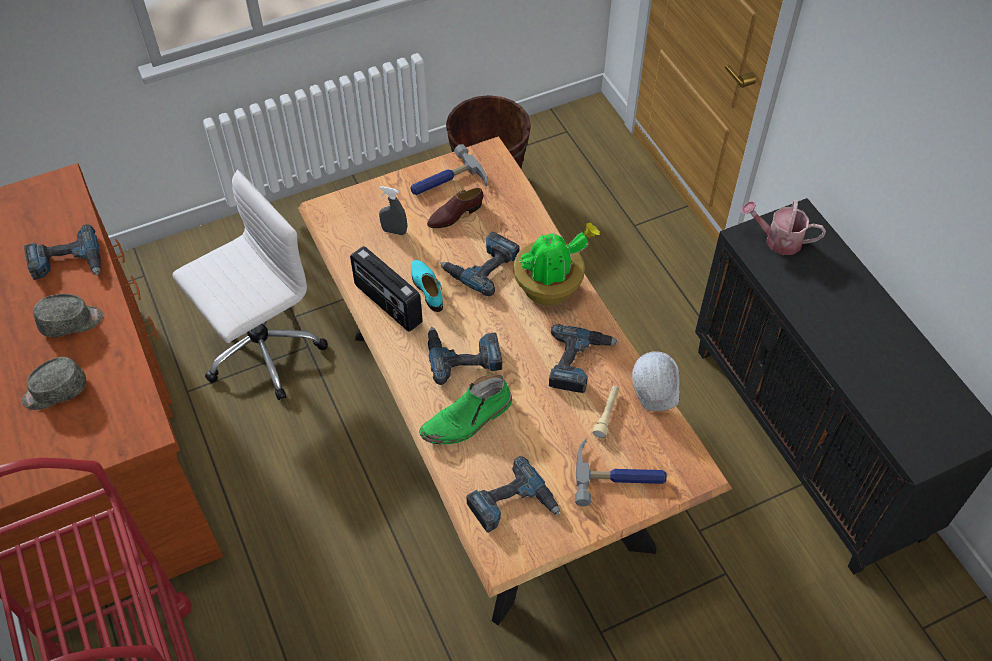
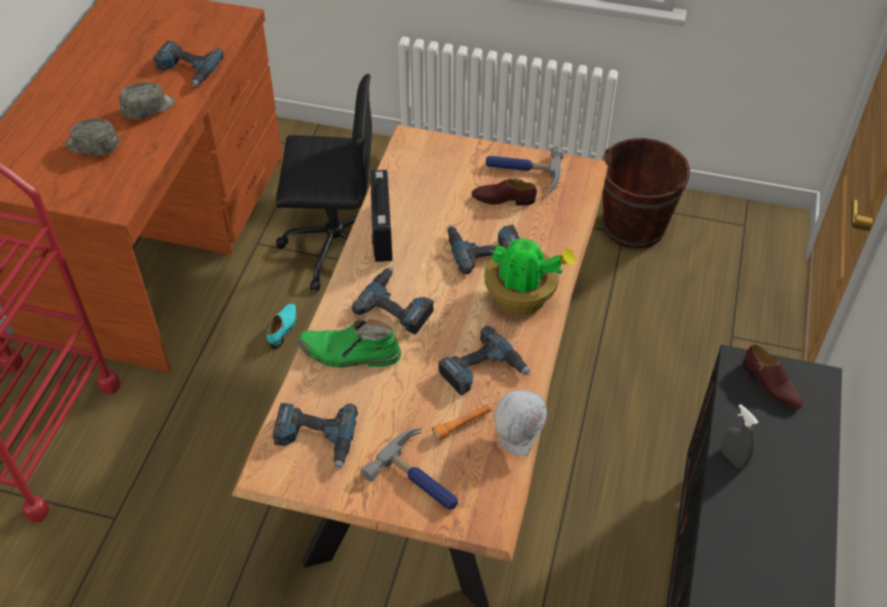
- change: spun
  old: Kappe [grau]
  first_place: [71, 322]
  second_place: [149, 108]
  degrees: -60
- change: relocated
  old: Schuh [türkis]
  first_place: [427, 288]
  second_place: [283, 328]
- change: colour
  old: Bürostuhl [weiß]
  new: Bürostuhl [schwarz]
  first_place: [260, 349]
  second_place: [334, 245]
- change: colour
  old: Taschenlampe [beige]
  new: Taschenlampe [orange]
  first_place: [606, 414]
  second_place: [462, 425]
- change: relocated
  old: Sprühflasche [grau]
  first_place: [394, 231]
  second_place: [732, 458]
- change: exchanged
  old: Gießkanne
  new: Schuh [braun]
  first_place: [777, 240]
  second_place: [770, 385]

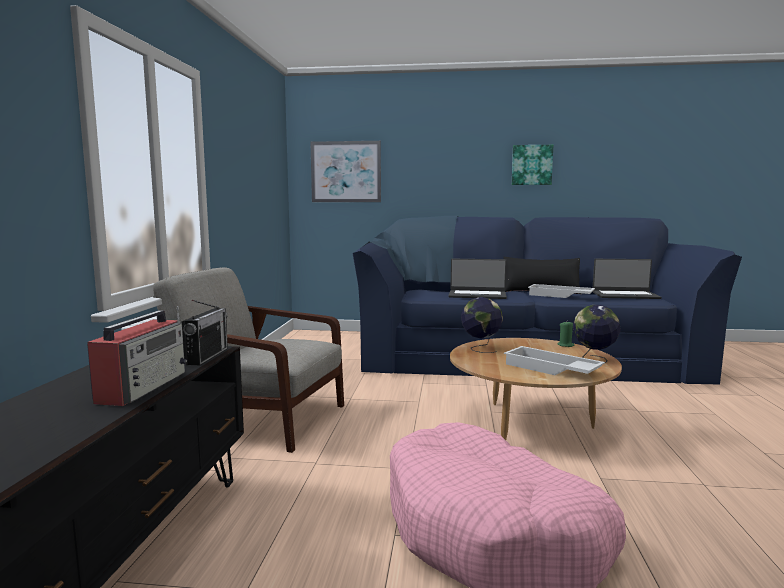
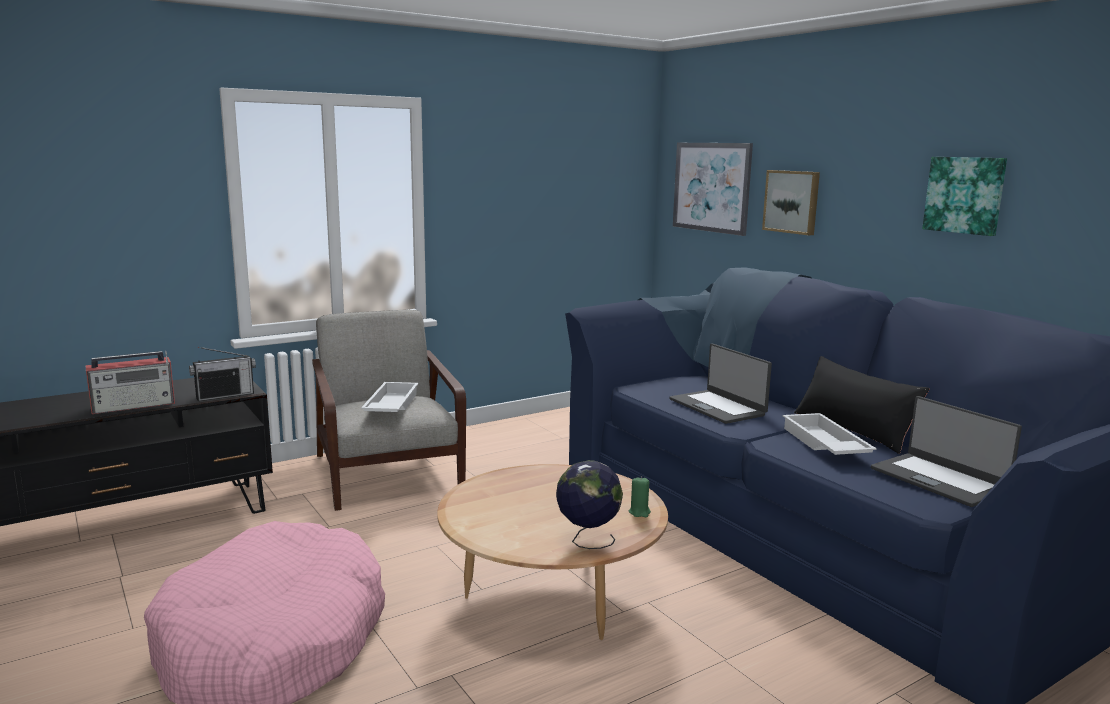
- change: relocated
  old: Tablett [weiß]
  first_place: [550, 369]
  second_place: [390, 405]
- change: appeared
  new: Bild
  second_place: [792, 201]
- change: missing
  old: Globus
  first_place: [480, 348]

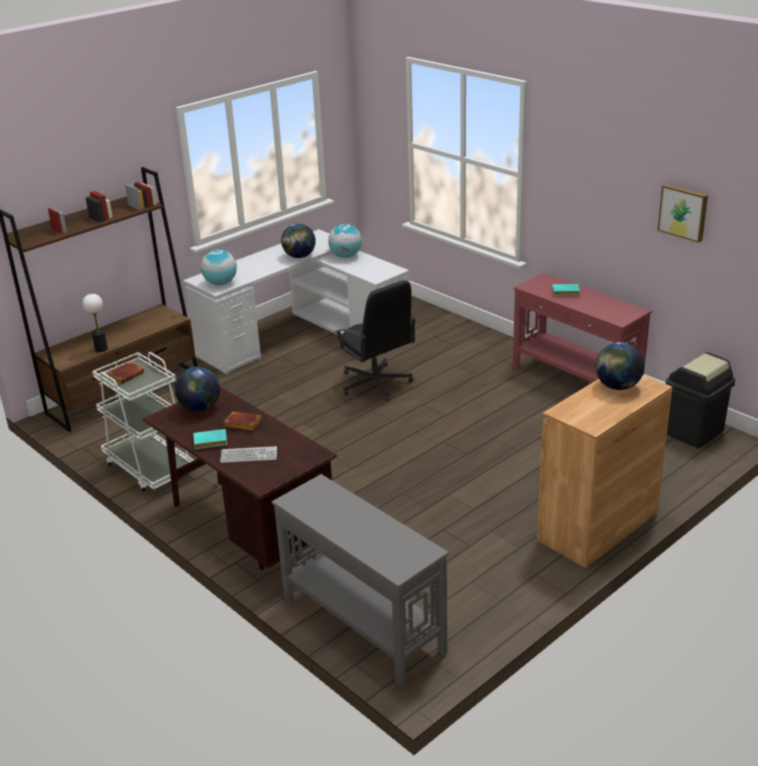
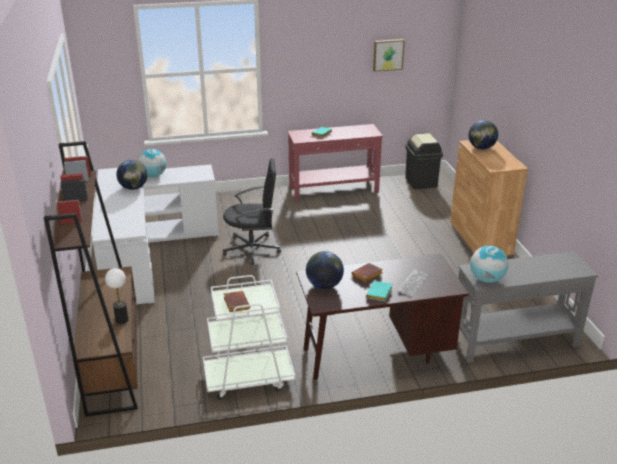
- change: relocated
  old: Globus
  first_place: [221, 283]
  second_place: [486, 279]

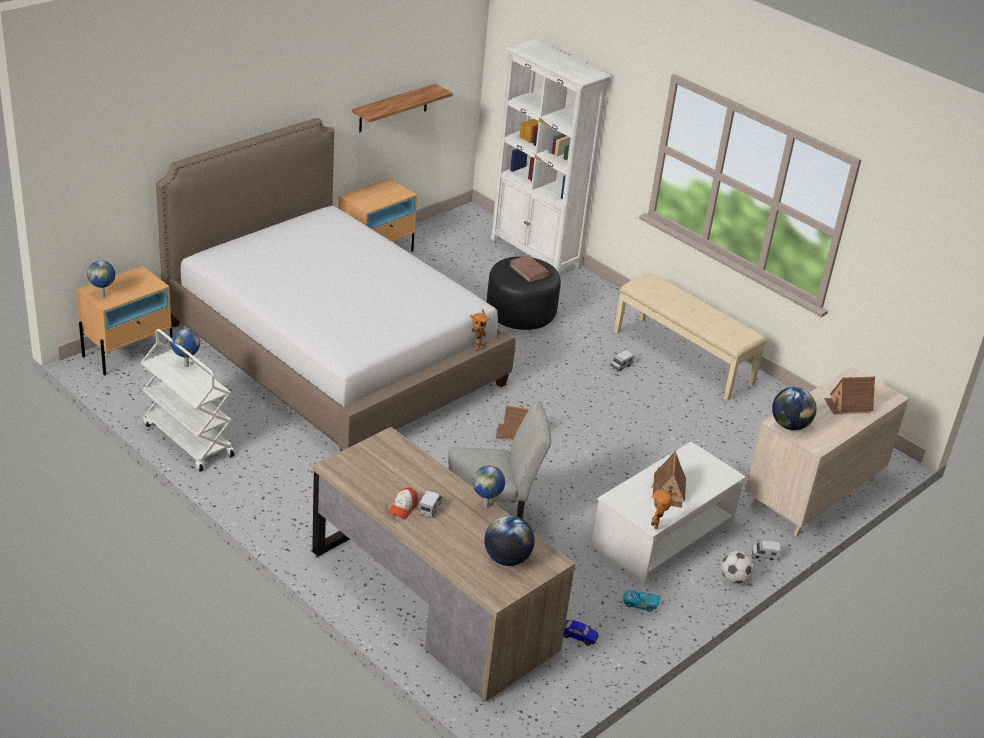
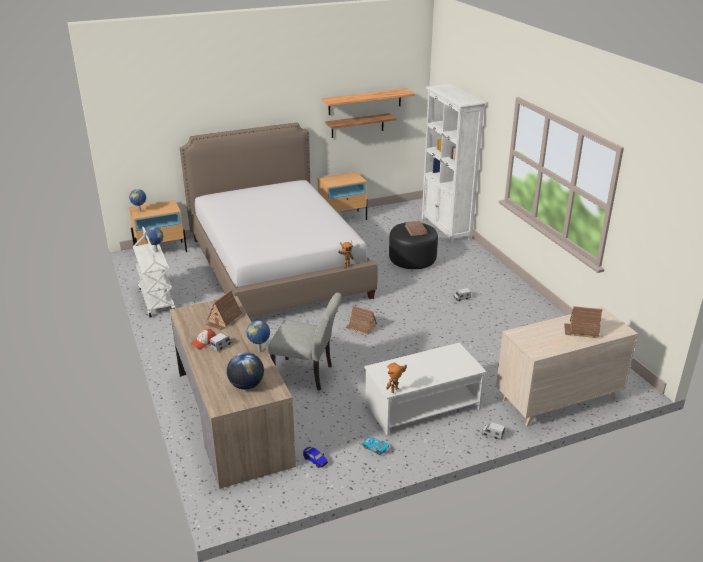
- change: relocated
  old: Spielzeughaus
  first_place: [668, 491]
  second_place: [223, 320]
- change: appeared
  new: Wandregal
  second_place: [365, 101]
- change: missing
  old: Bank [beige]
  first_place: [683, 357]
- change: missing
  old: Fußball
  first_place: [734, 579]
- change: missing
  old: Globus
  first_place: [789, 425]

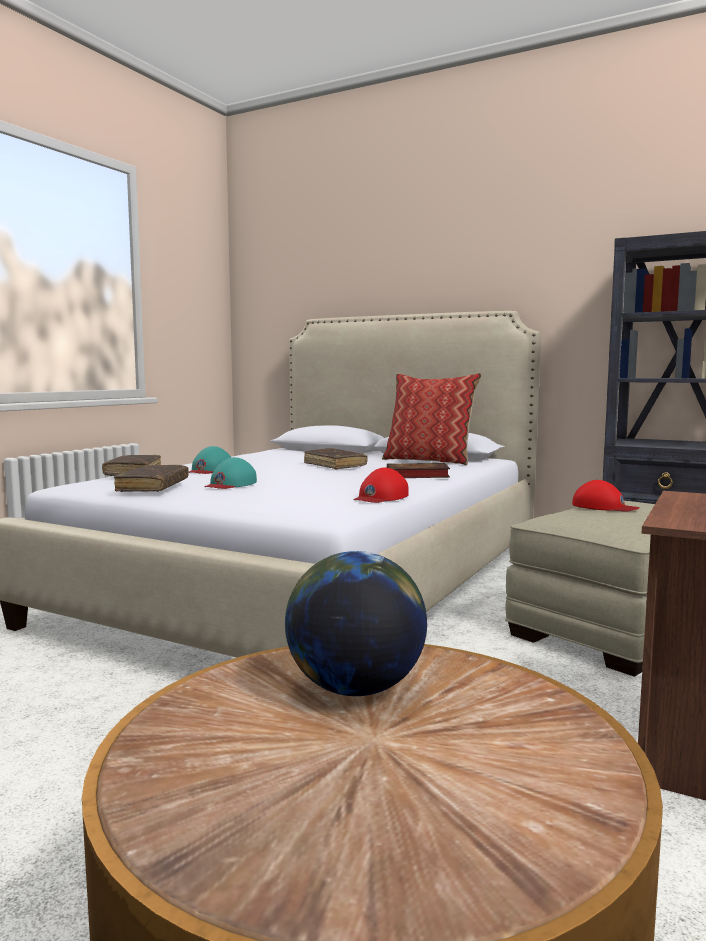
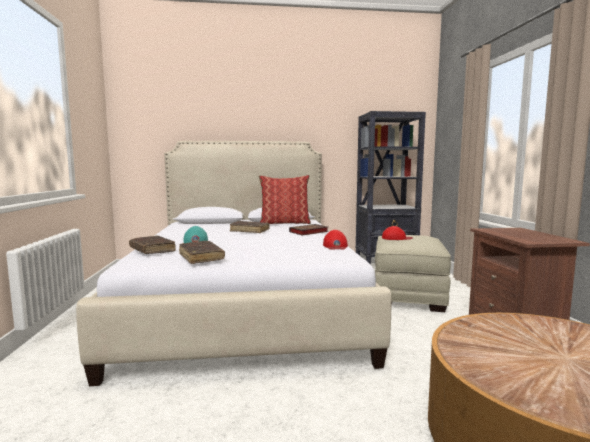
- change: missing
  old: Kappe [türkis]
  first_place: [230, 484]
- change: missing
  old: Globus
  first_place: [355, 688]

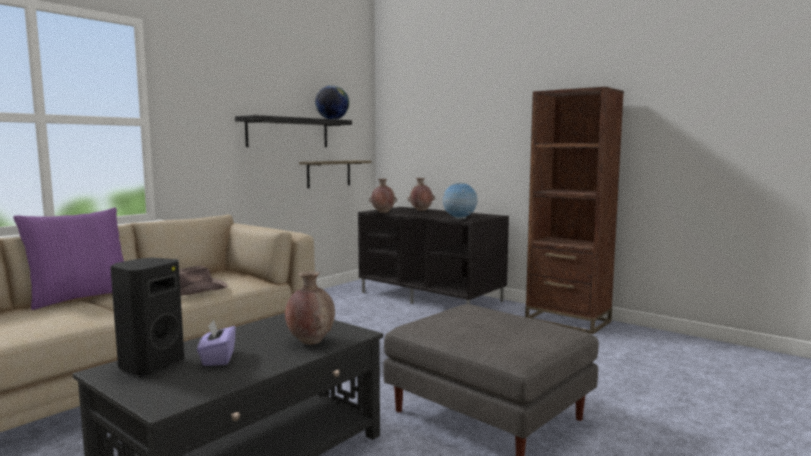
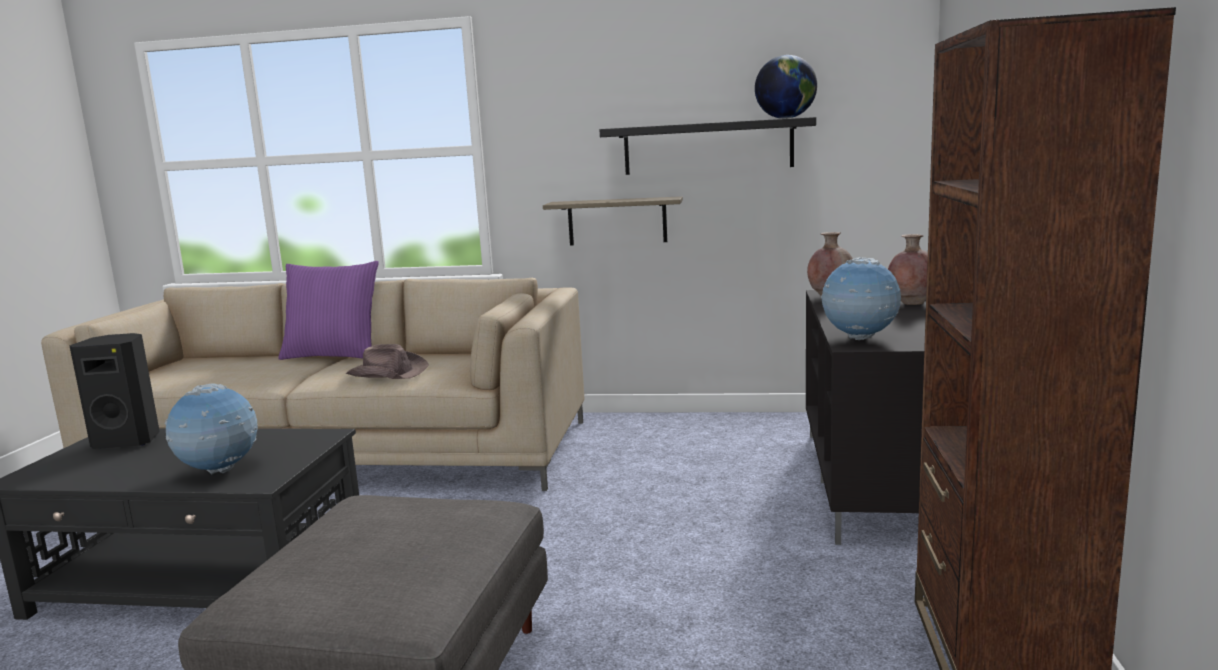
- change: exchanged
  old: Vase [braun]
  new: Globus
  first_place: [310, 341]
  second_place: [219, 471]
- change: relocated
  old: Wandregal
  first_place: [328, 173]
  second_place: [617, 221]
- change: missing
  old: Taschentuchbox [lila]
  first_place: [217, 358]

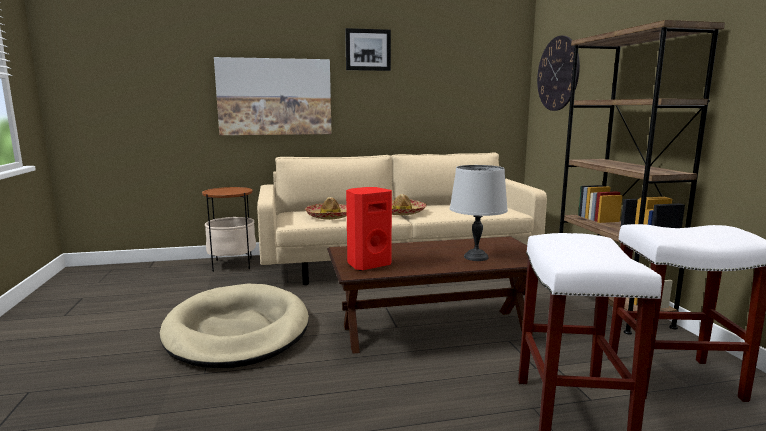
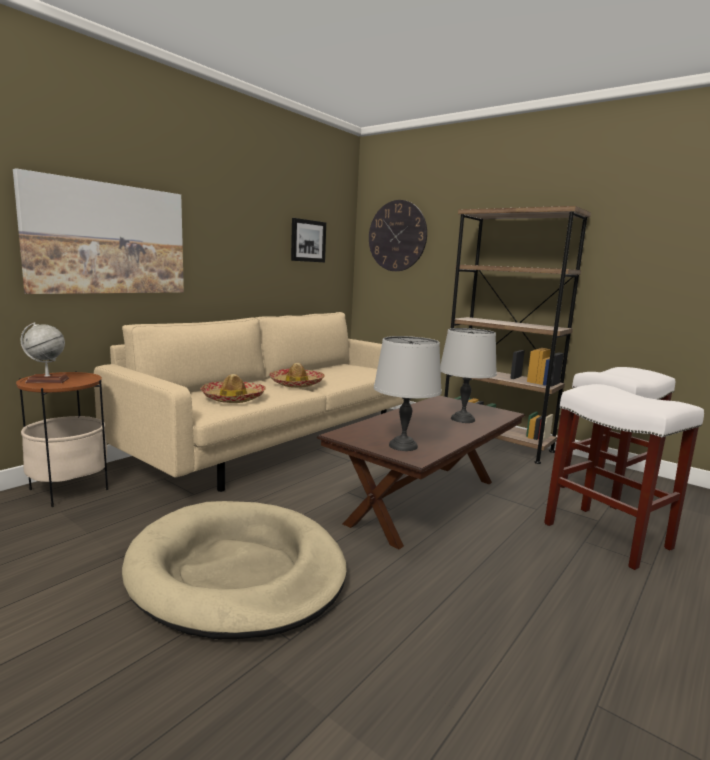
- change: appeared
  new: Globus
  second_place: [47, 380]
- change: relocated
  old: Bild
  first_place: [368, 50]
  second_place: [307, 241]
- change: exchanged
  old: Lautsprecher [rot]
  new: Tischlampe [grau]
  first_place: [368, 264]
  second_place: [402, 445]

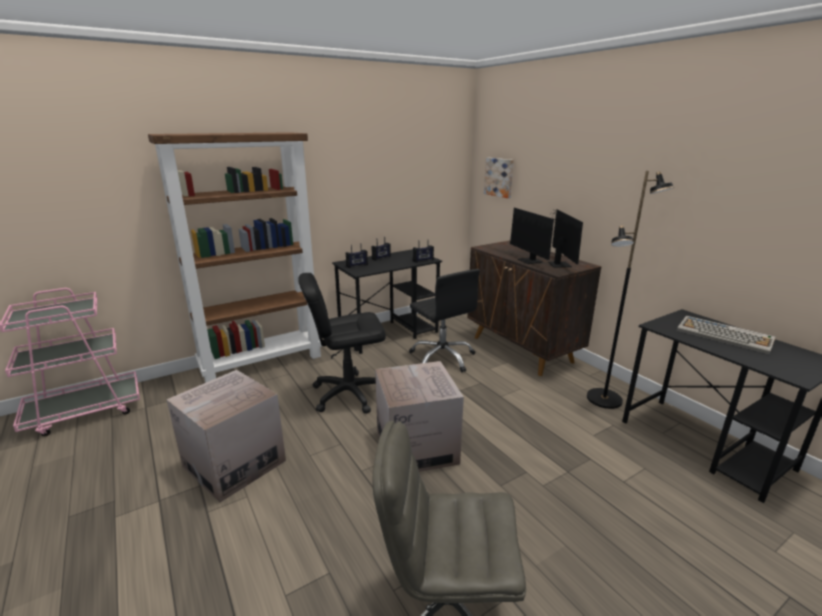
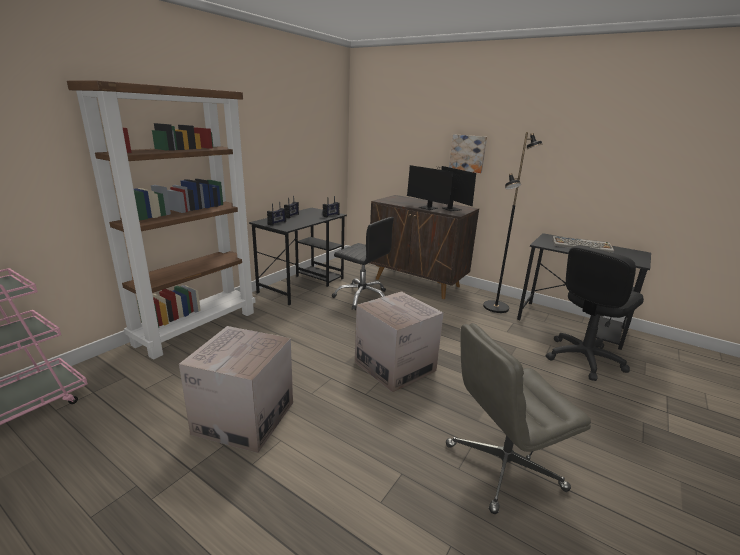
- change: relocated
  old: Bild
  first_place: [499, 177]
  second_place: [468, 153]
- change: relocated
  old: Bürostuhl [schwarz]
  first_place: [348, 394]
  second_place: [583, 359]

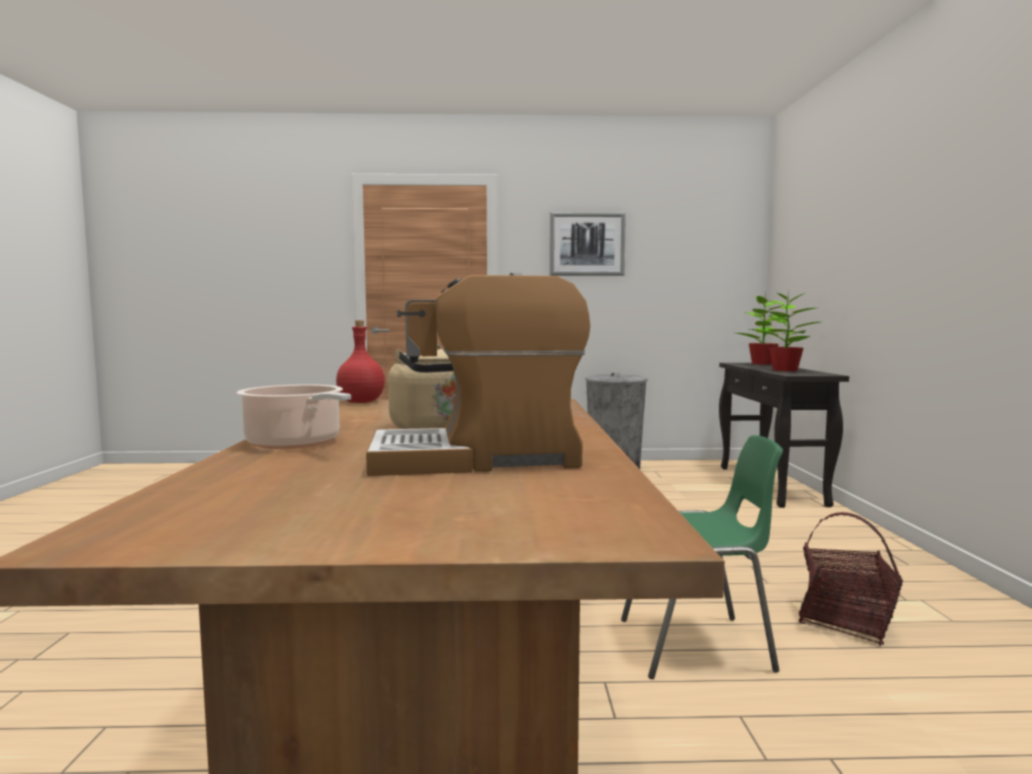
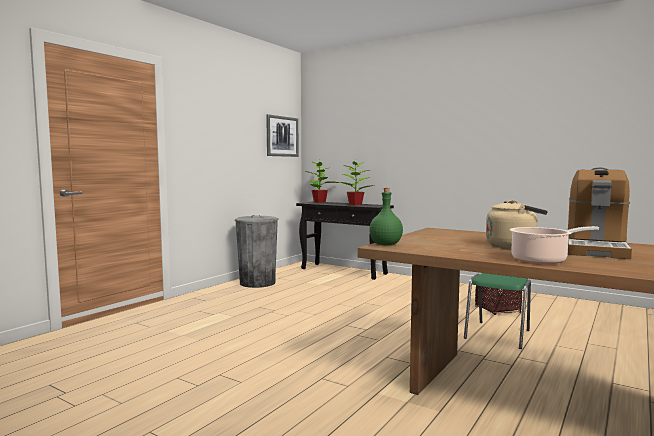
- change: relocated
  old: Bild
  first_place: [587, 244]
  second_place: [282, 136]
- change: colour
  old: Flasche [rot]
  new: Flasche [grün]
  first_place: [362, 402]
  second_place: [386, 244]

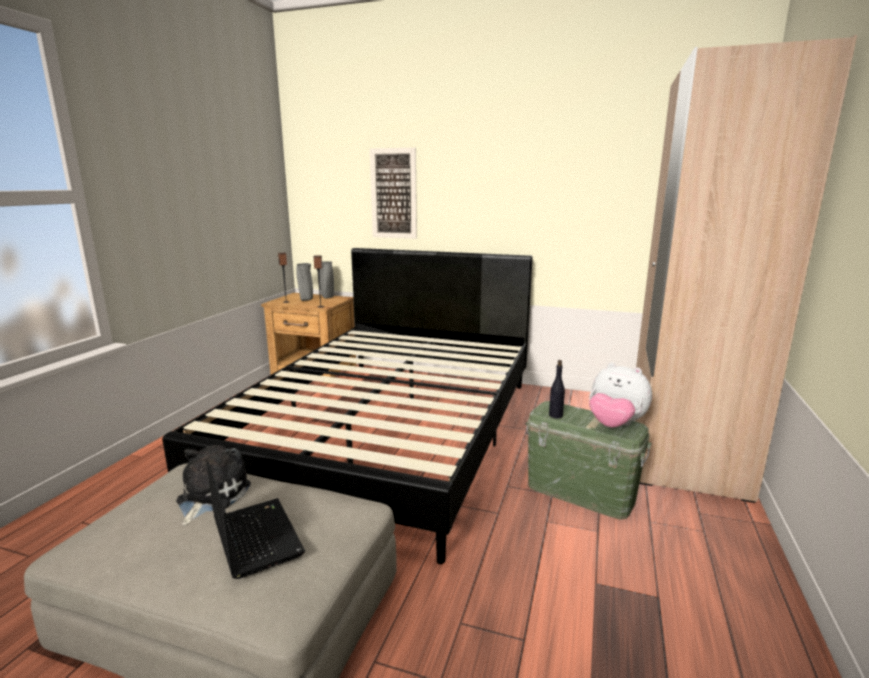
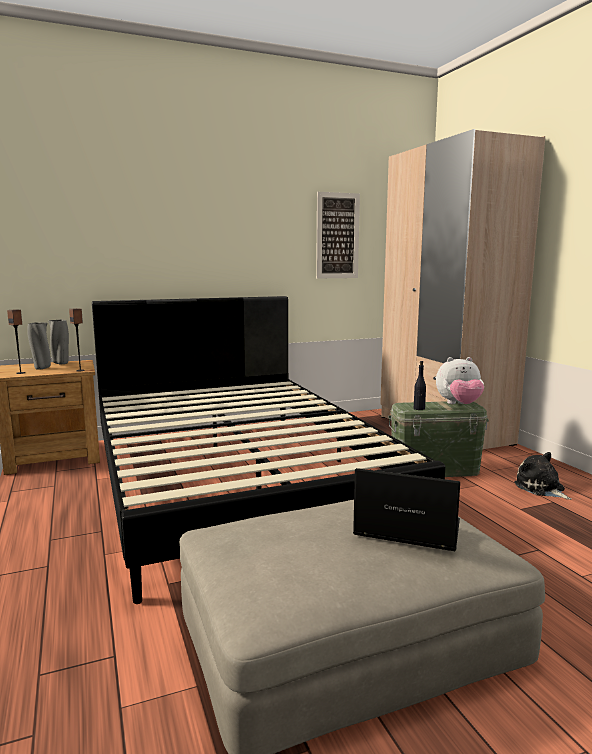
- change: relocated
  old: Bild
  first_place: [393, 194]
  second_place: [337, 236]
- change: relocated
  old: Plüschtier
  first_place: [210, 496]
  second_place: [541, 488]

